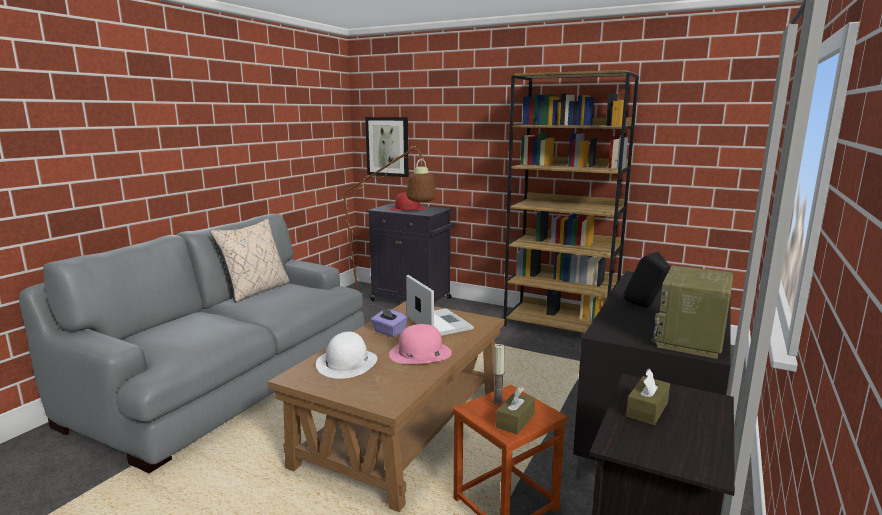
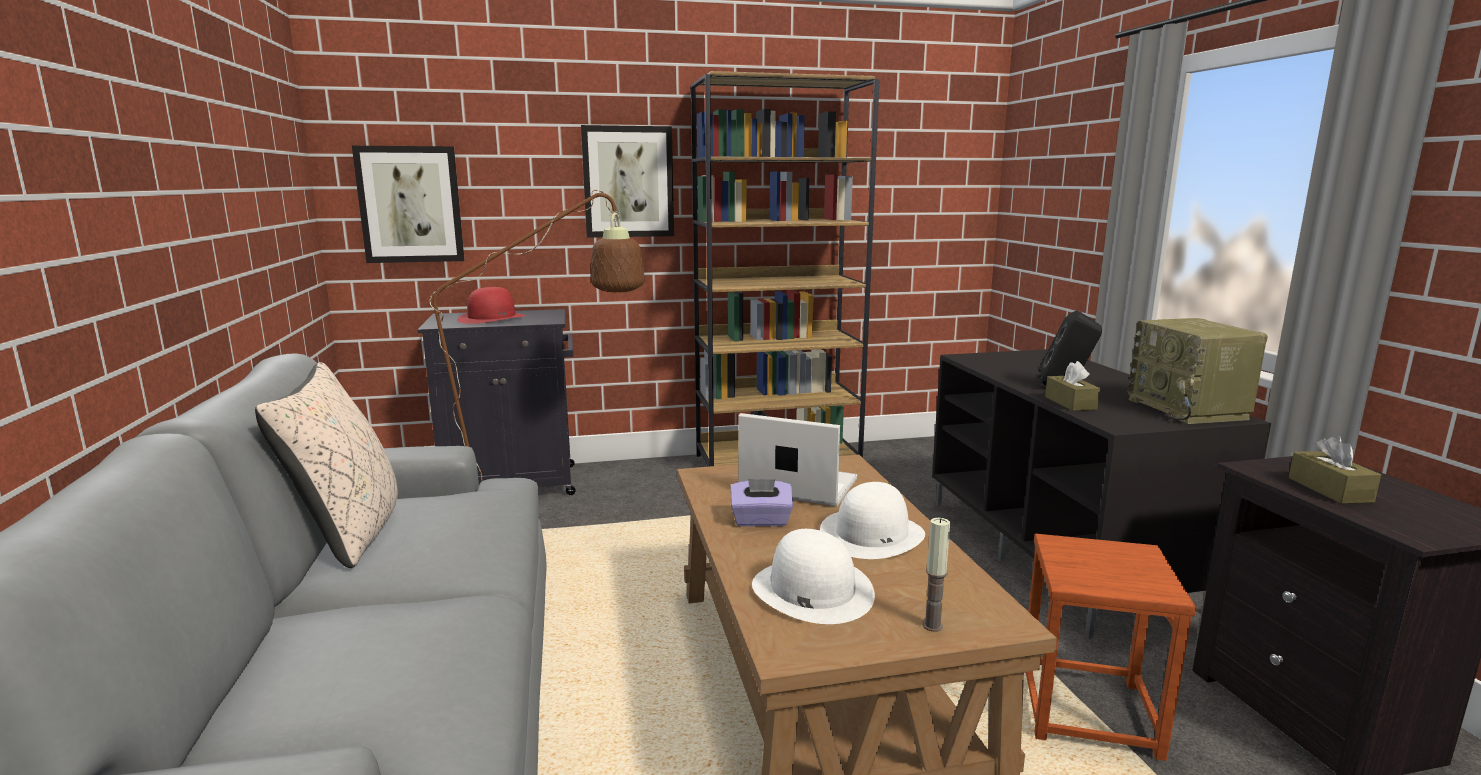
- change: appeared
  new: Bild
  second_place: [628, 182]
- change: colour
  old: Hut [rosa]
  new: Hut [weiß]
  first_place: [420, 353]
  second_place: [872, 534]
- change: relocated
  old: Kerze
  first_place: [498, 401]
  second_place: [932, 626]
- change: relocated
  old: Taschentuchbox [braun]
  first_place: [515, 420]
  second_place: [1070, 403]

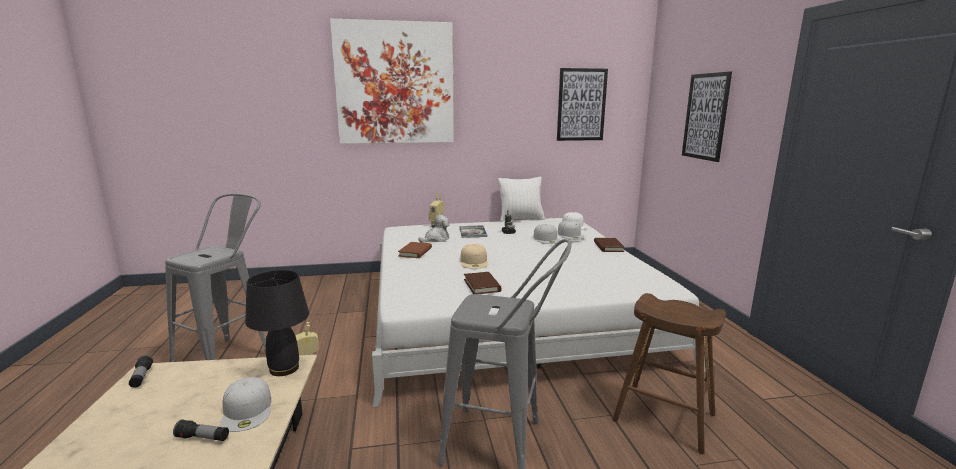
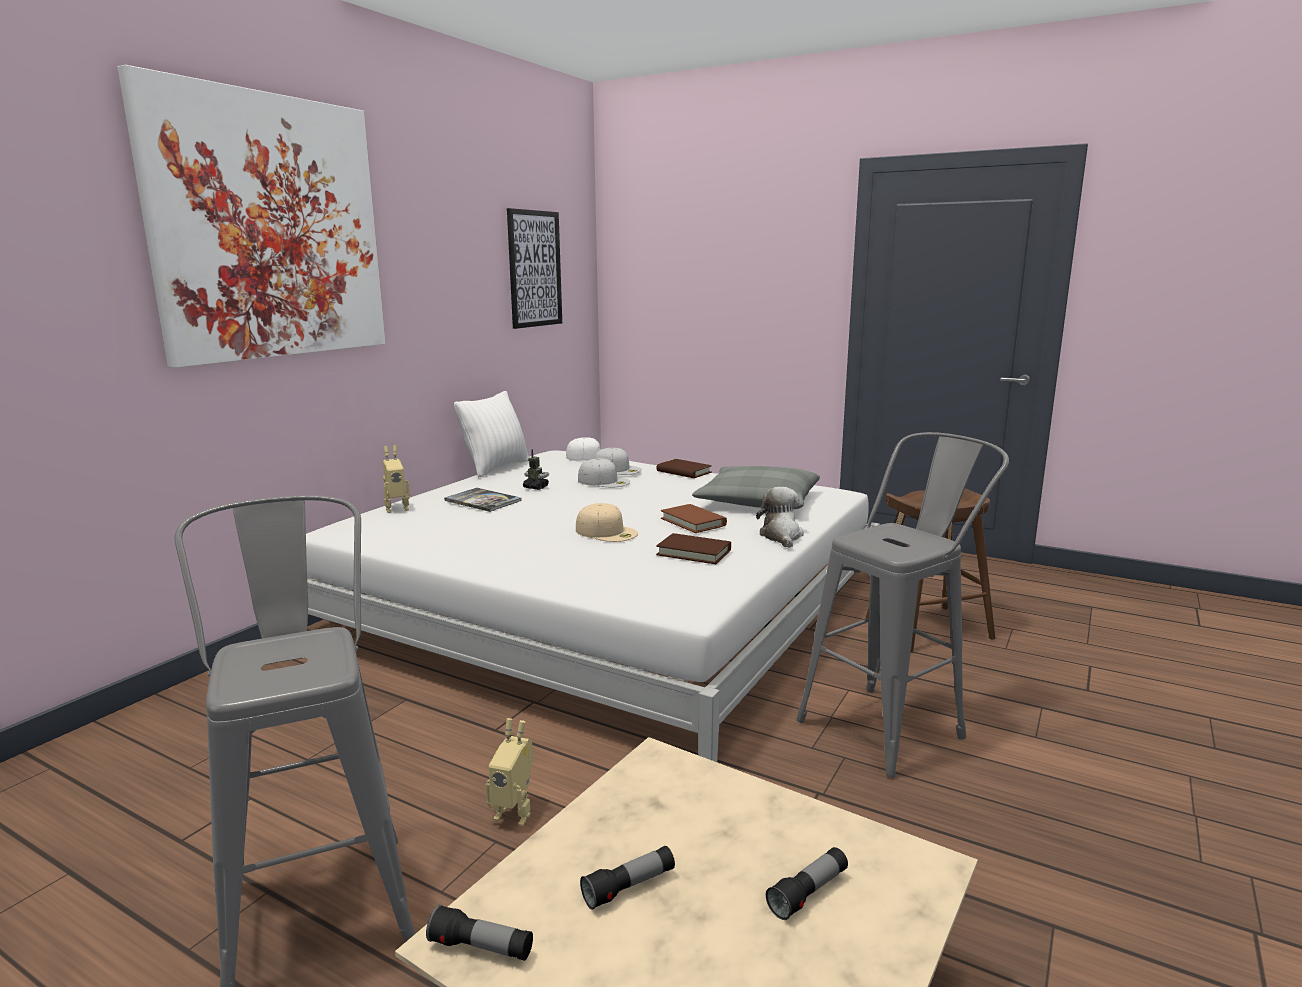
- change: appeared
  new: Taschenlampe
  second_place: [629, 887]
- change: relocated
  old: Buch [braun]
  first_place: [415, 252]
  second_place: [693, 522]
- change: appeared
  new: Kissen [grau]
  second_place: [757, 501]
- change: relocated
  old: Plüschtier
  first_place: [436, 239]
  second_place: [781, 536]
- change: missing
  old: Kappe [weiß]
  first_place: [248, 410]
- change: missing
  old: Tischlampe [schwarz]
  first_place: [284, 368]
- change: missing
  old: Bild
  first_place: [705, 116]

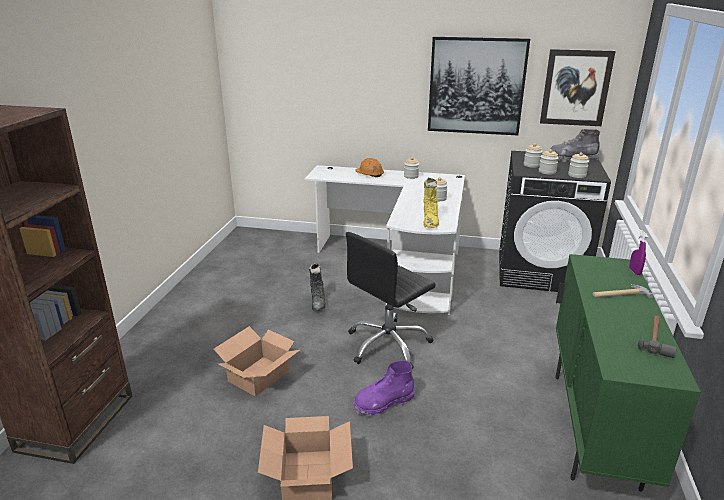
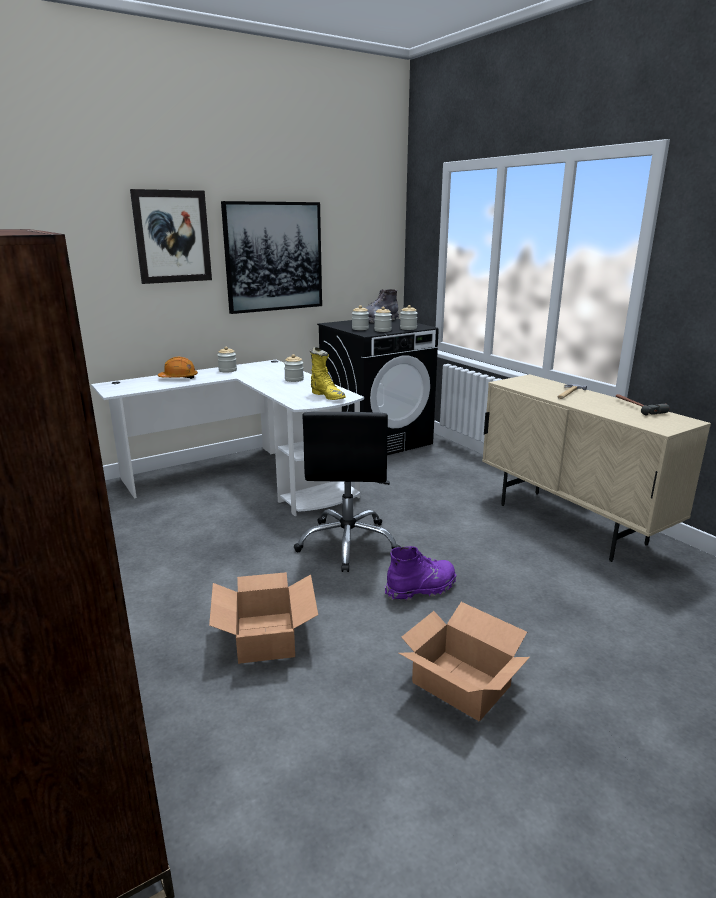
- change: relocated
  old: Bild
  first_place: [575, 88]
  second_place: [172, 237]
- change: spun
  old: Stiefel [lila]
  first_place: [383, 403]
  second_place: [421, 589]
  degrees: -135
- change: colour
  old: Schrank [grün]
  new: Schrank [beige]
  first_place: [593, 428]
  second_place: [570, 524]
- change: missing
  old: Stiefel [schwarz]
  first_place: [318, 302]
- change: missing
  old: Sprühflasche [lila]
  first_place: [634, 271]

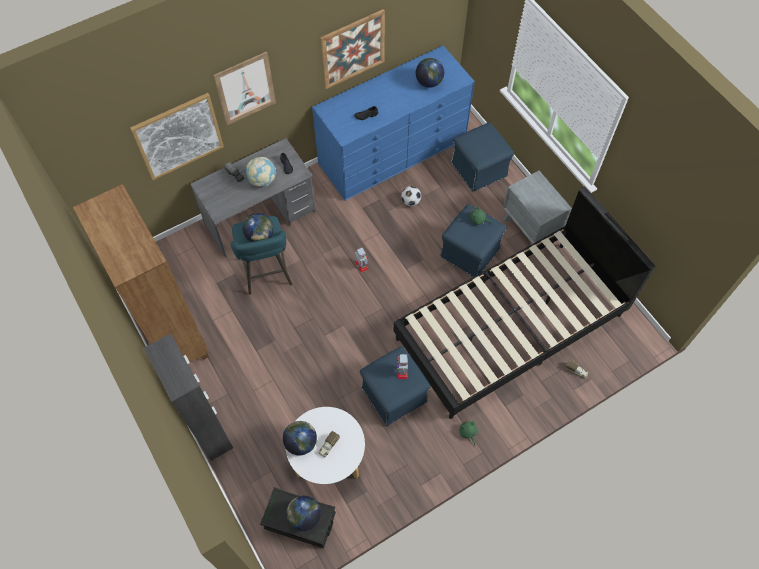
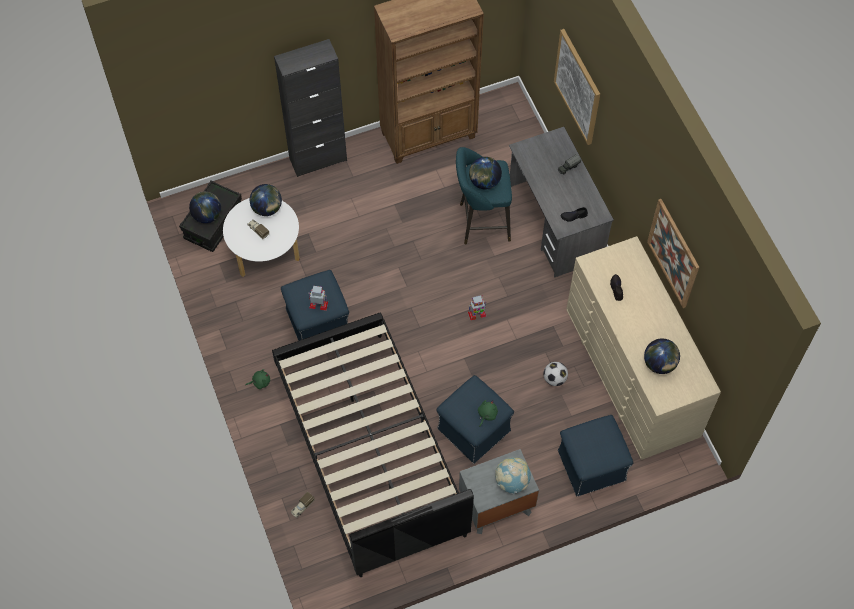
- change: relocated
  old: Globus
  first_place: [262, 180]
  second_place: [512, 481]
- change: colour
  old: Kommode [blau]
  new: Kommode [beige]
  first_place: [393, 151]
  second_place: [632, 372]
- change: missing
  old: Bild
  first_place: [245, 89]

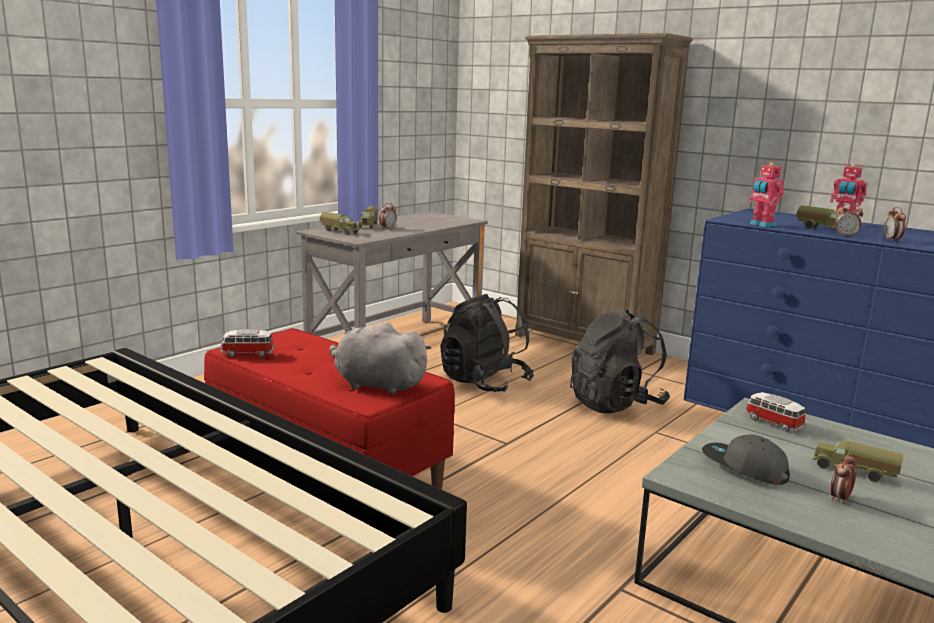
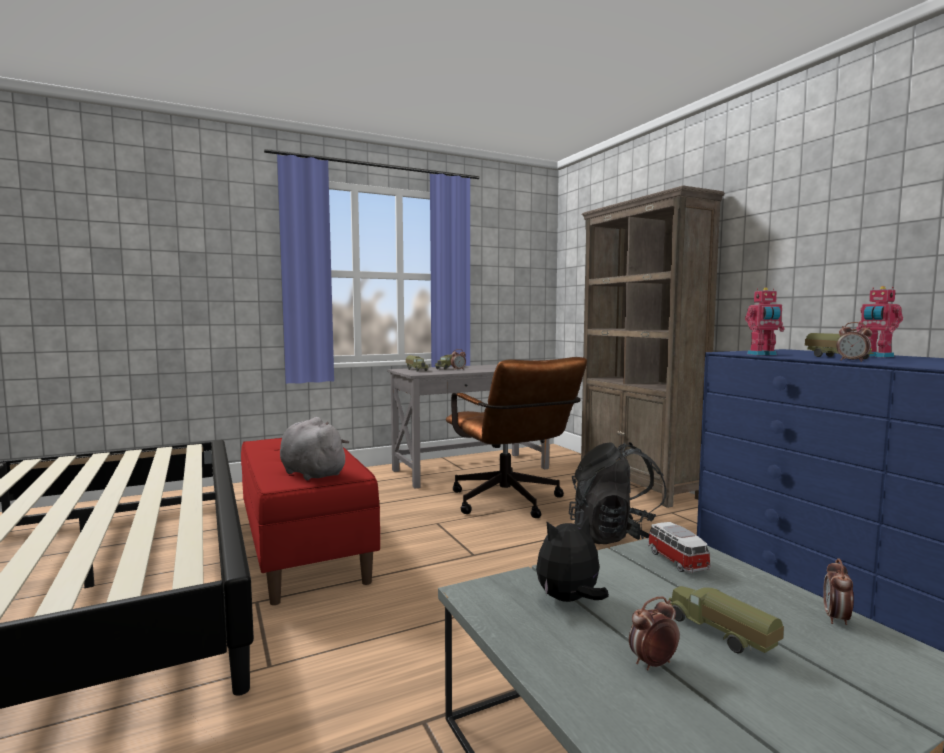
- change: exchanged
  old: Rucksack [schwarz]
  new: Bürostuhl [braun]
  first_place: [484, 383]
  second_place: [510, 504]
- change: exchanged
  old: Kappe [grau]
  new: Plüschtier
  first_place: [744, 468]
  second_place: [569, 600]
- change: spun
  old: Spielzeugroboter
  first_place: [761, 225]
  second_place: [762, 354]
  degrees: -90
- change: relocated
  old: Wecker
  first_place: [892, 240]
  second_place: [836, 618]
- change: missing
  old: Spielzeugauto
  first_place: [247, 354]

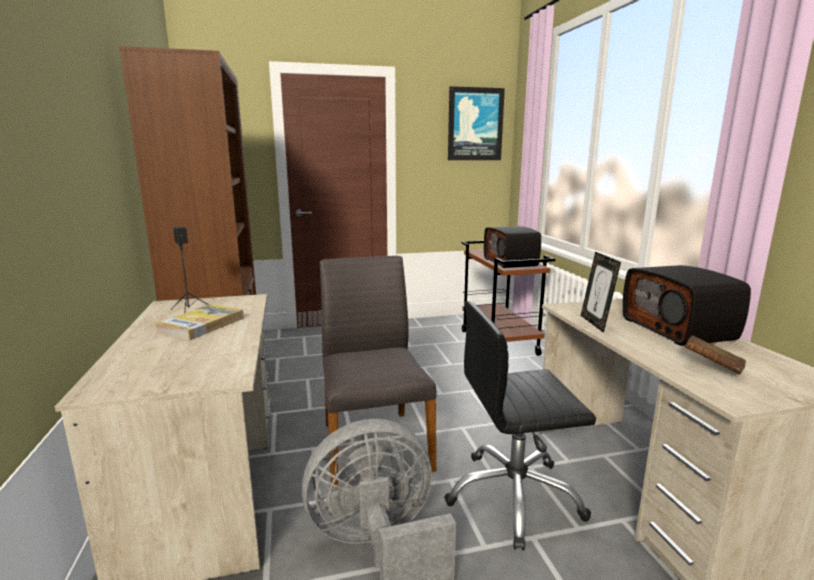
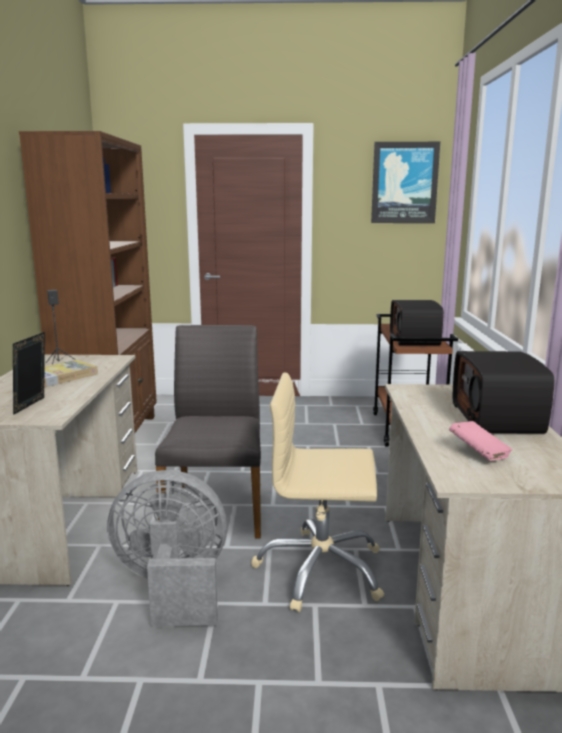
- change: relocated
  old: Bilderrahmen
  first_place: [595, 323]
  second_place: [33, 406]
- change: colour
  old: Bürostuhl [schwarz]
  new: Bürostuhl [beige]
  first_place: [514, 496]
  second_place: [320, 570]
- change: colour
  old: Buch [braun]
  new: Buch [rosa]
  first_place: [712, 367]
  second_place: [478, 454]

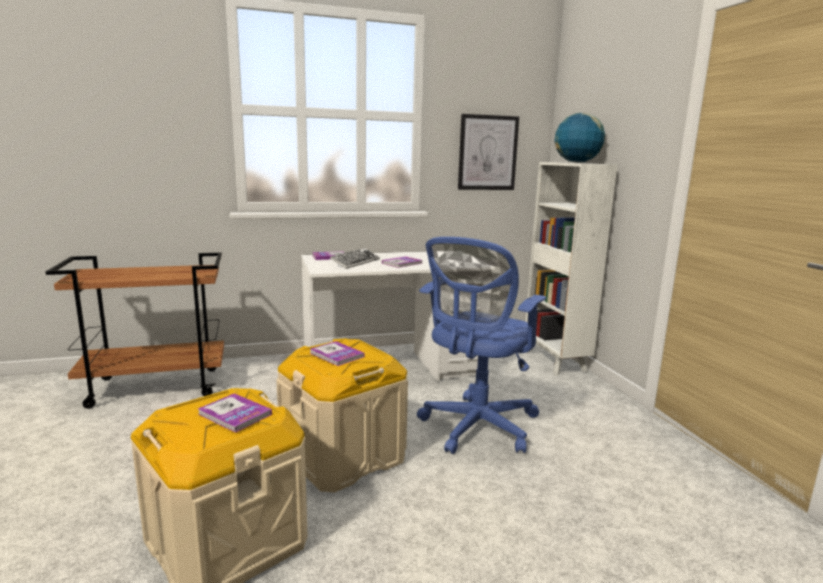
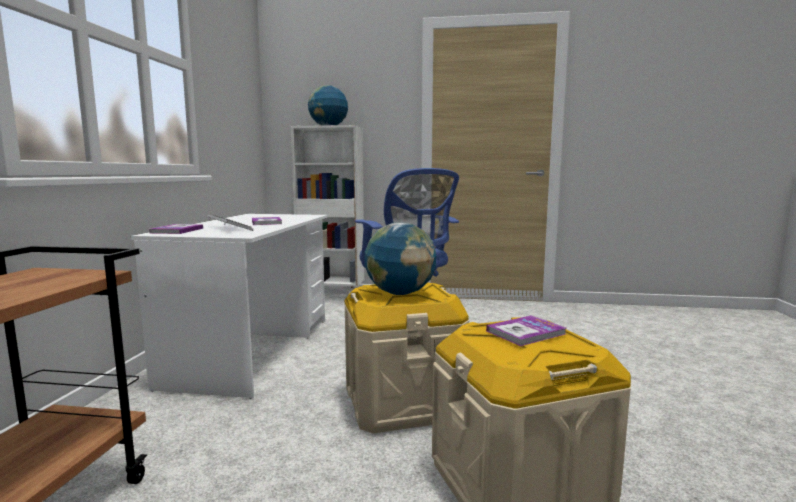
- change: exchanged
  old: Buch
  new: Globus
  first_place: [336, 355]
  second_place: [400, 293]
- change: missing
  old: Bild
  first_place: [487, 153]

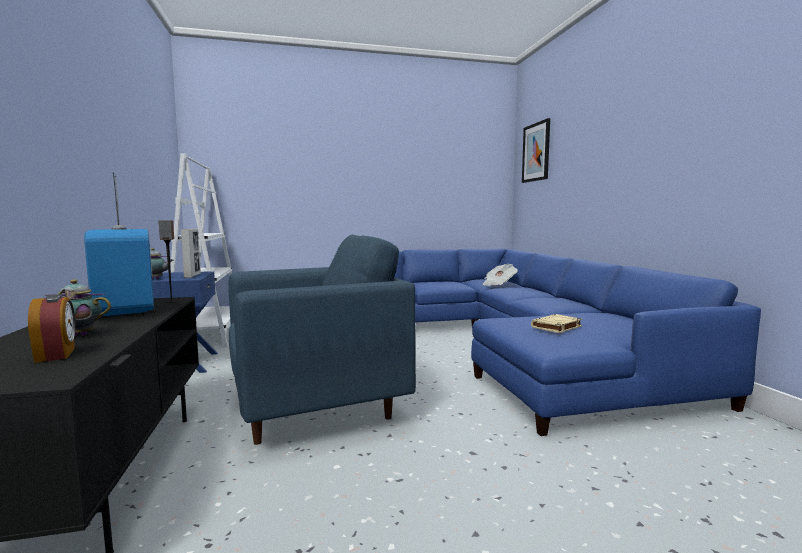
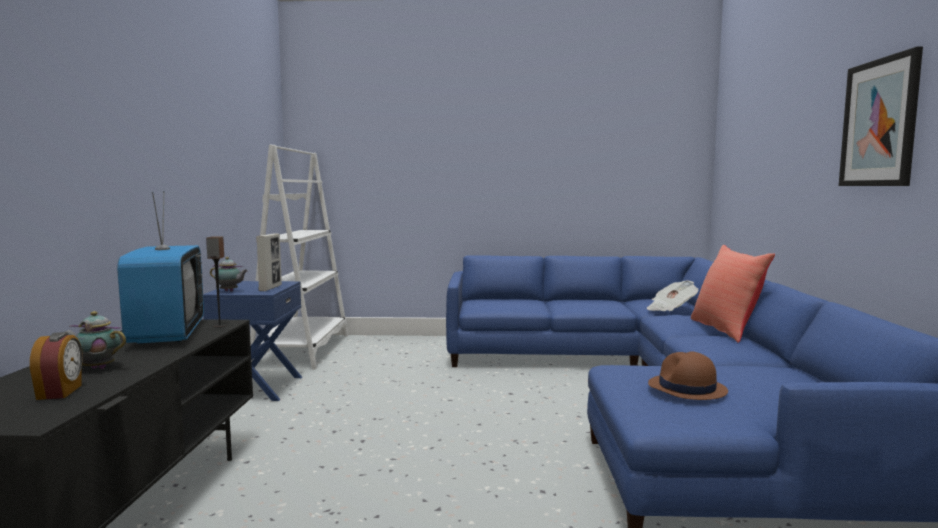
- change: exchanged
  old: Buch [beige]
  new: Hut [braun]
  first_place: [556, 327]
  second_place: [687, 389]
- change: appeared
  new: Kissen [rot]
  second_place: [726, 330]
- change: relocated
  old: Bild
  first_place: [536, 152]
  second_place: [879, 123]
- change: missing
  old: Sessel [blau]
  first_place: [315, 408]

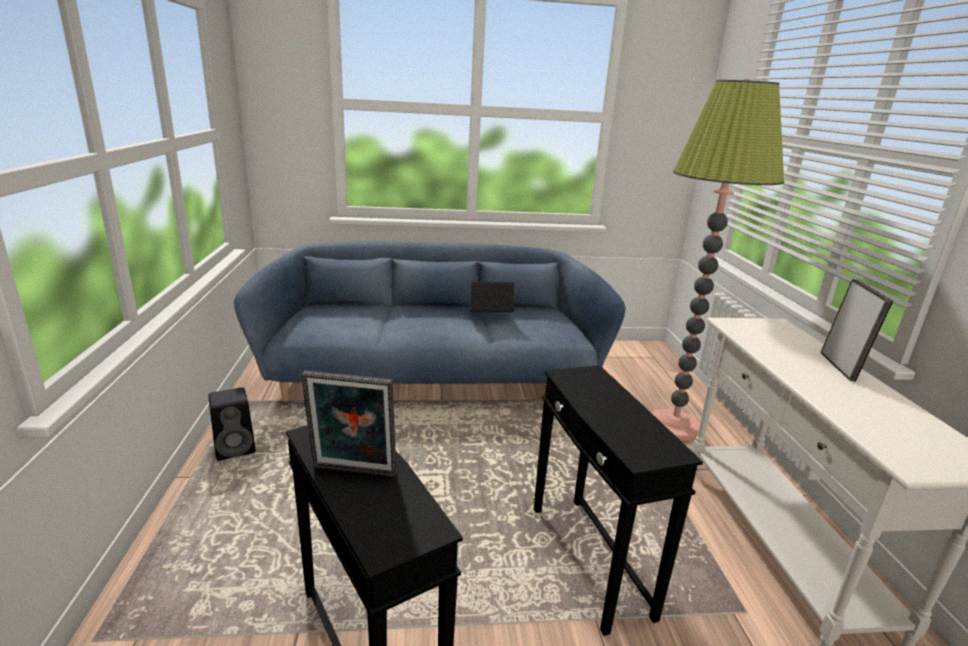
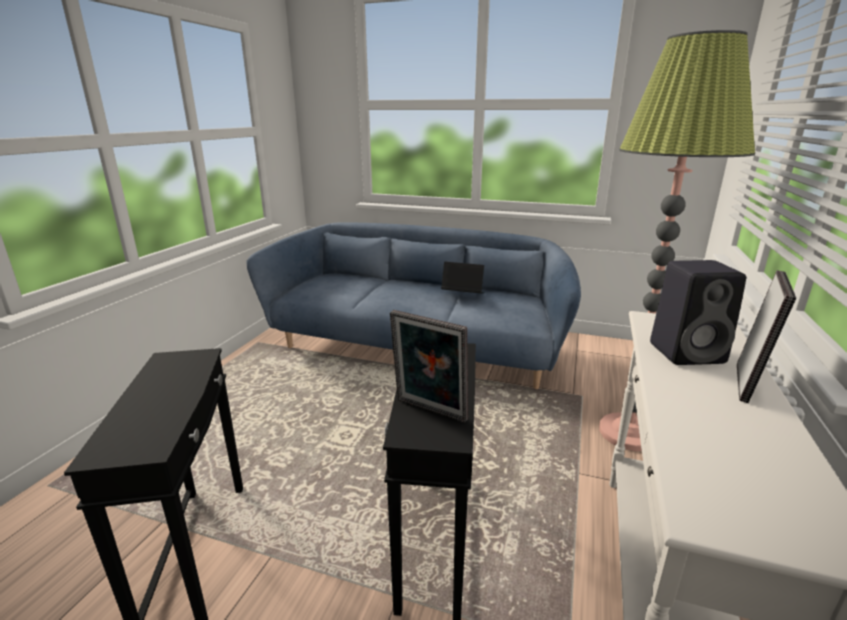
- change: relocated
  old: Bilderrahmen
  first_place: [352, 473]
  second_place: [429, 412]
- change: relocated
  old: Lautsprecher [schwarz]
  first_place: [236, 448]
  second_place: [688, 353]

